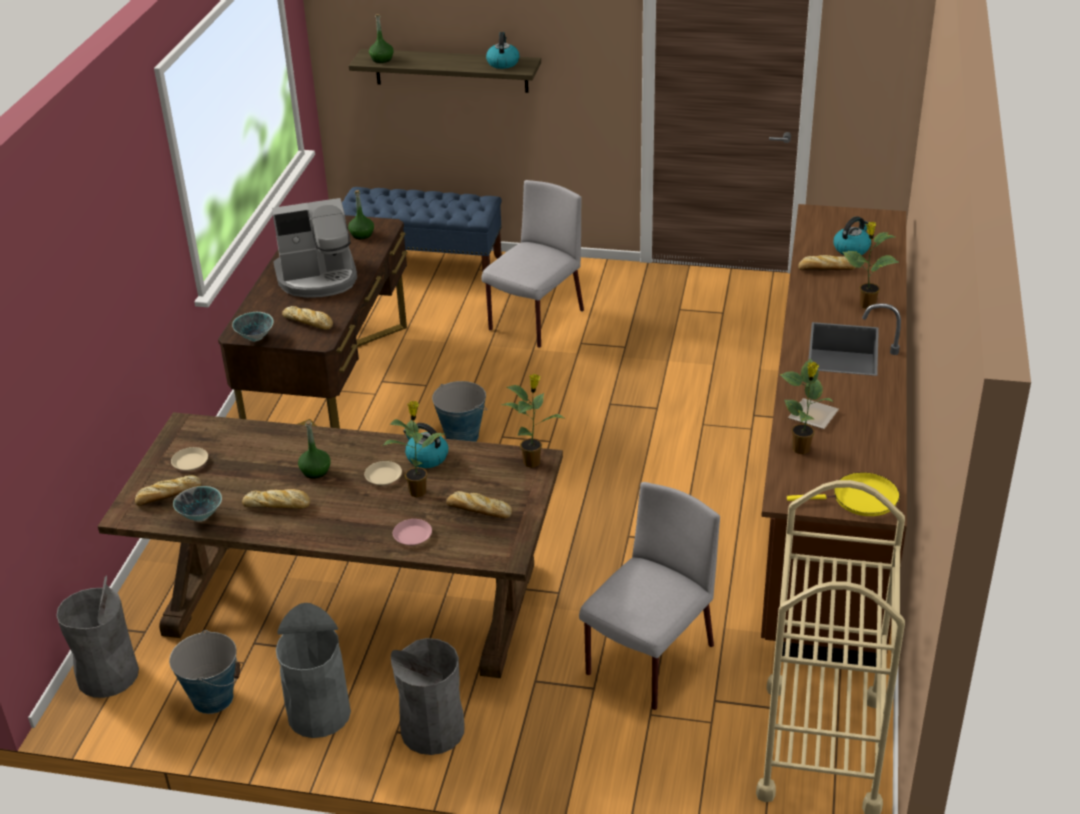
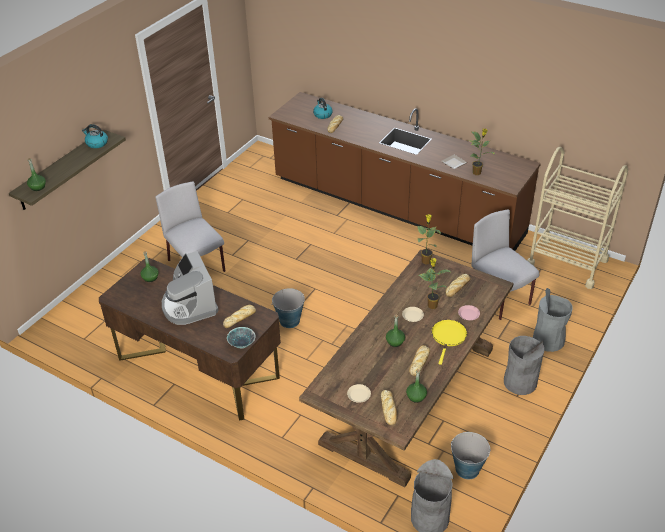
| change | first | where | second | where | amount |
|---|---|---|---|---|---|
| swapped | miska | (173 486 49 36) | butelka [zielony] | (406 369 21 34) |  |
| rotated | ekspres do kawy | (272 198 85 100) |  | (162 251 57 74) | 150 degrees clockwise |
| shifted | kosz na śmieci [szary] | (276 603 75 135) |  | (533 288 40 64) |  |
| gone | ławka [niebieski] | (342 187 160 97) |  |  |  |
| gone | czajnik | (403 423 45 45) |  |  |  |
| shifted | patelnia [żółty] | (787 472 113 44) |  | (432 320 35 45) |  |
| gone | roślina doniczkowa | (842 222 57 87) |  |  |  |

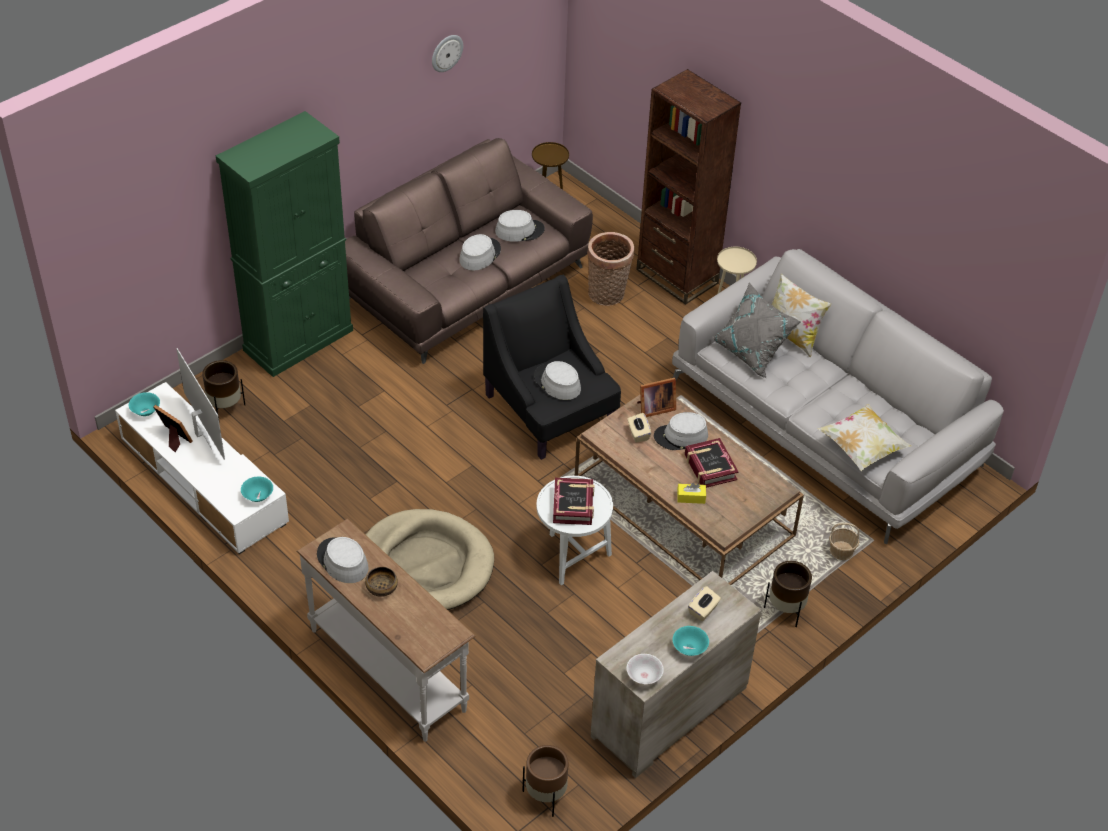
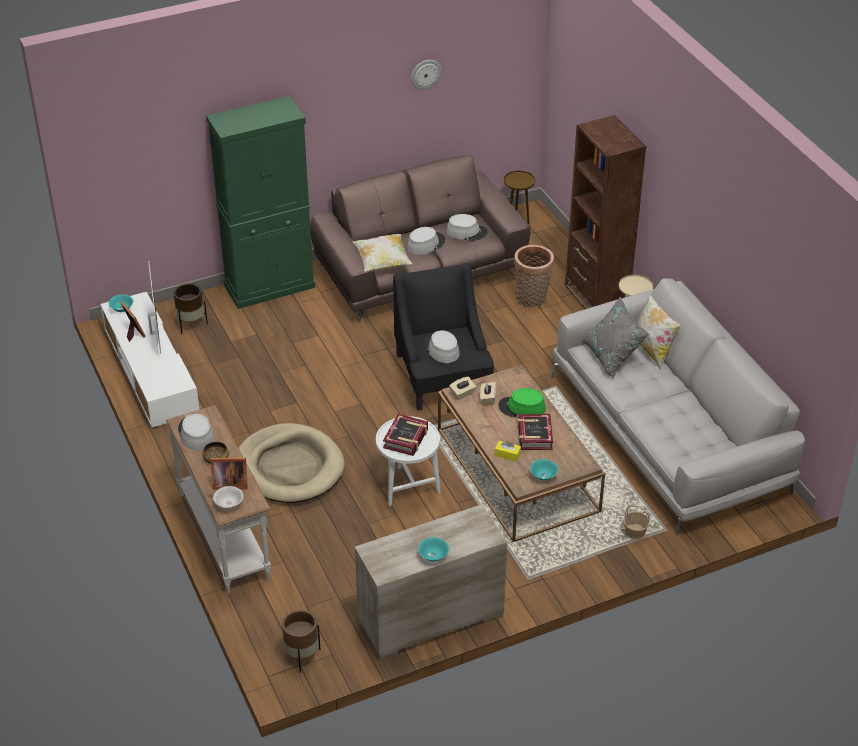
| change | first | where | second | where | amount |
|---|---|---|---|---|---|
| shifted | miska [turkusowy] | (241 476 32 26) |  | (530 459 28 22) |  |
| shifted | miska [biały] | (626 654 38 30) |  | (213 486 30 23) |  |
| shifted | ramka na zdjęcie | (637 378 39 39) |  | (210 458 38 31) |  |
| repainted | kapelusz [szary] | (654 412 54 38) | kapelusz [zielony] | (498 388 48 30) |  |
| shifted | pudełko chusteczek [beżowy] | (688 586 33 35) |  | (449 377 27 23) |  |
| gone | donica [brązowy] | (764 561 48 66) |  |  |  |
| shifted | poduszka | (818 404 93 67) |  | (352 234 61 38) |  |

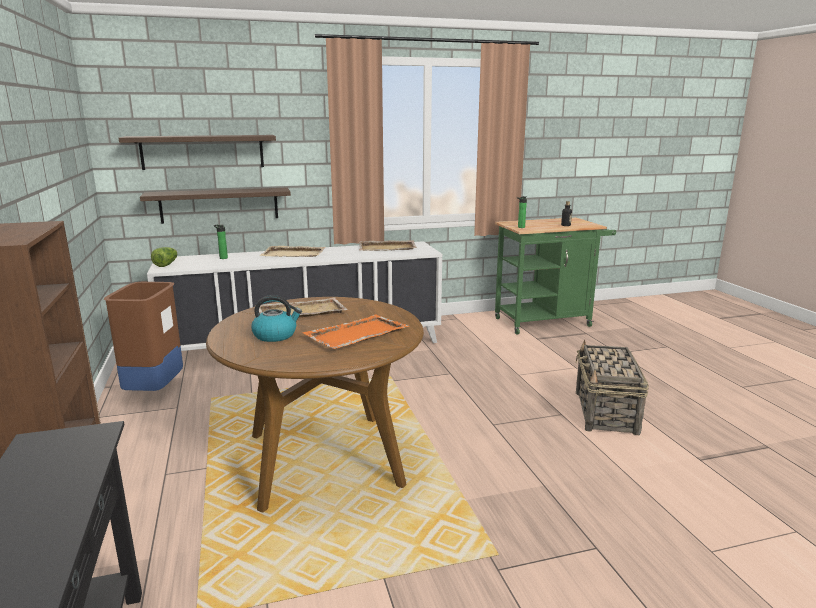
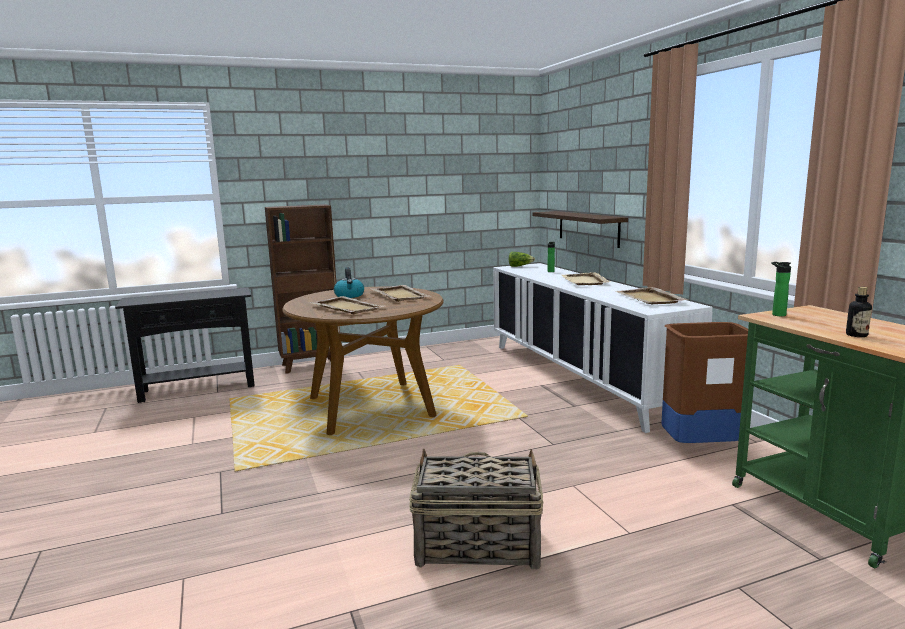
| change | first | where | second | where | amount |
|---|---|---|---|---|---|
| shifted | kosz na śmieci [brązowy] | (103 282 80 109) |  | (661 322 87 121) |  |
| gone | półka | (119 135 157 35) |  |  |  |
| repainted | taca [pomarańczowy] | (303 315 106 34) | taca [beżowy] | (309 296 75 18) |  |

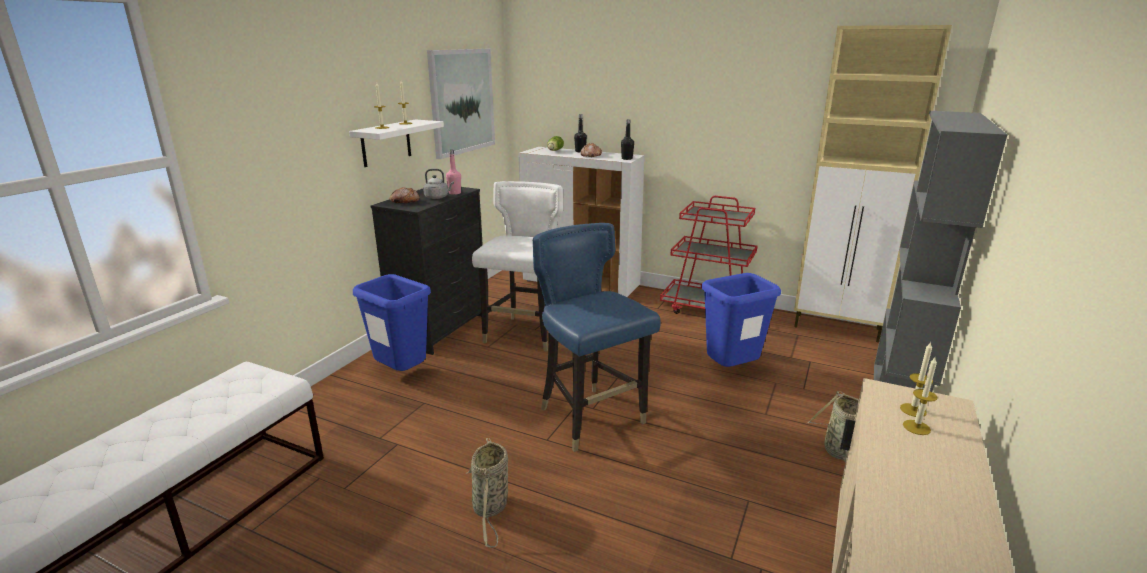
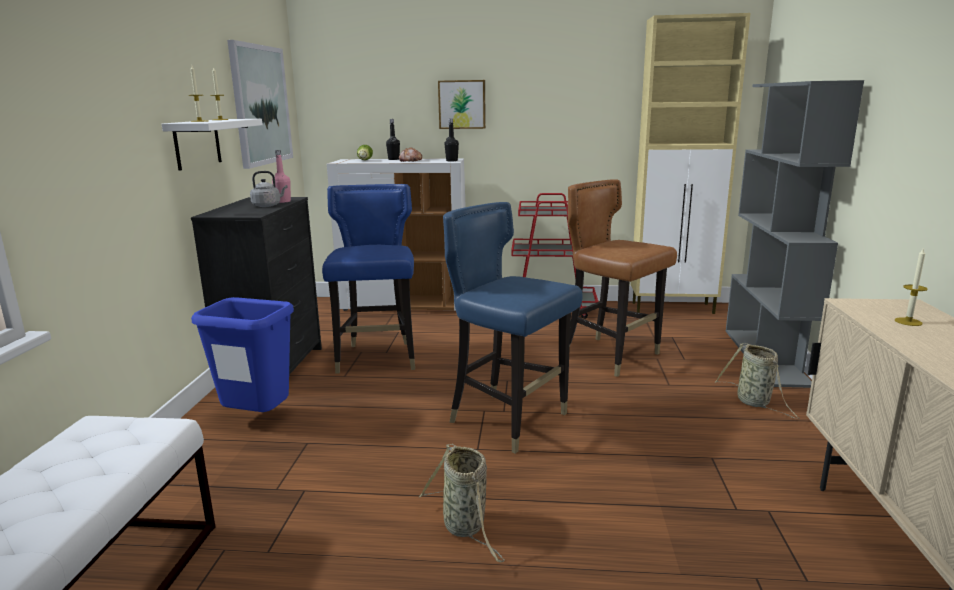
| change | first | where | second | where | amount |
|---|---|---|---|---|---|
| gone | chleb | (389 187 31 16) |  |  |  |
| repainted | krzesło [biały] | (472 181 91 171) | krzesło [niebieski] | (322 184 93 190) |  |
| swapped | kosz na śmieci [niebieski] | (702 273 79 94) | krzesło [brązowy] | (568 179 109 198) |  |
| gone | świeca | (900 342 33 75) |  |  |  |
| new |  |  | obraz | (438 80 48 49) |  |

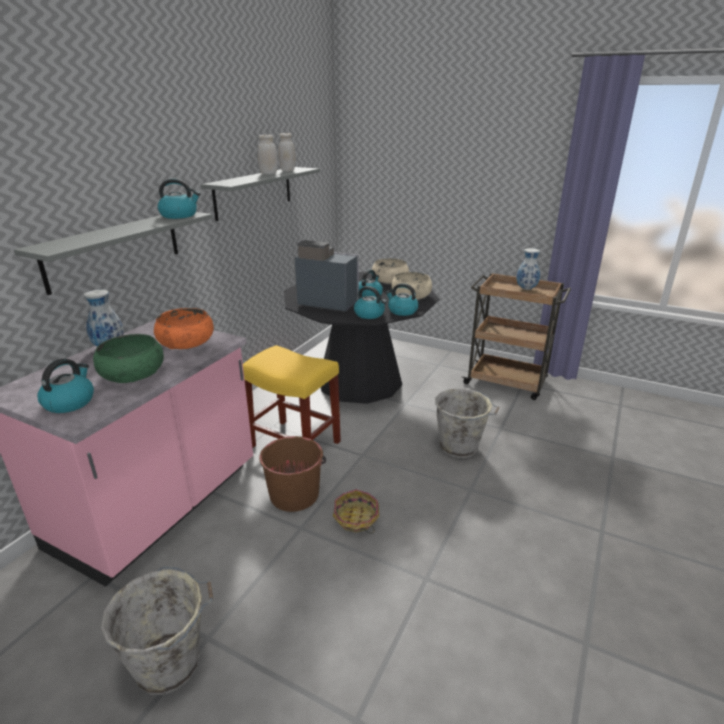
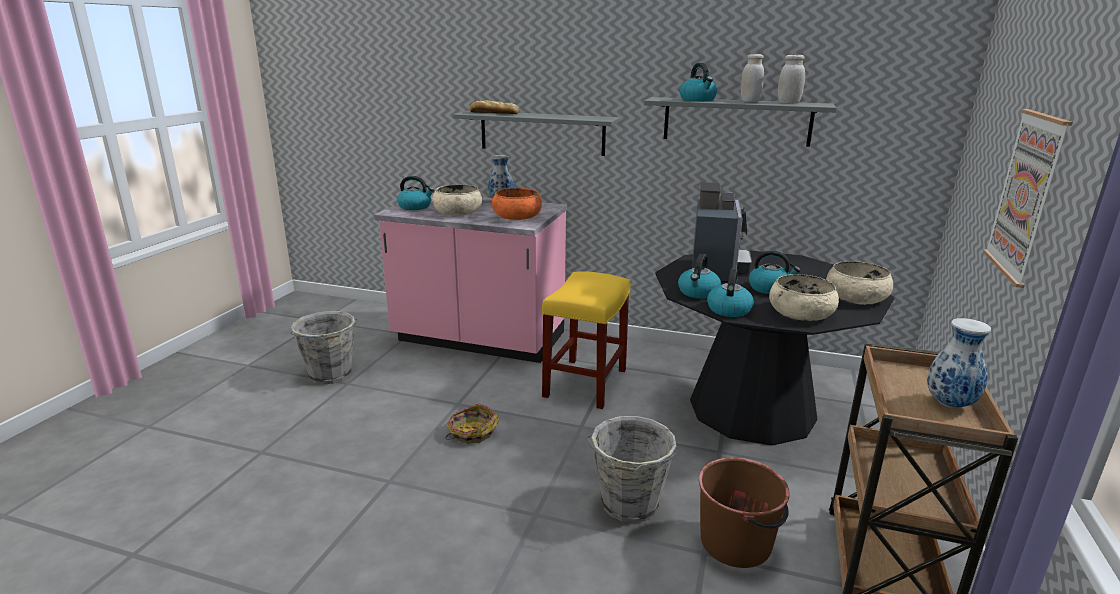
| change | first | where | second | where | amount |
|---|---|---|---|---|---|
| repainted | miska [zielony] | (93 334 71 49) | miska [beżowy] | (432 185 50 31) |  |
| shifted | czajnik | (157 178 43 41) |  | (680 63 37 38) |  |
| shifted | wiadro [brązowy] | (259 436 67 76) |  | (699 457 91 111) |  |
| new |  |  | chleb | (470 100 49 14) |  |
| new |  |  | obraz | (983 109 90 179) |  |

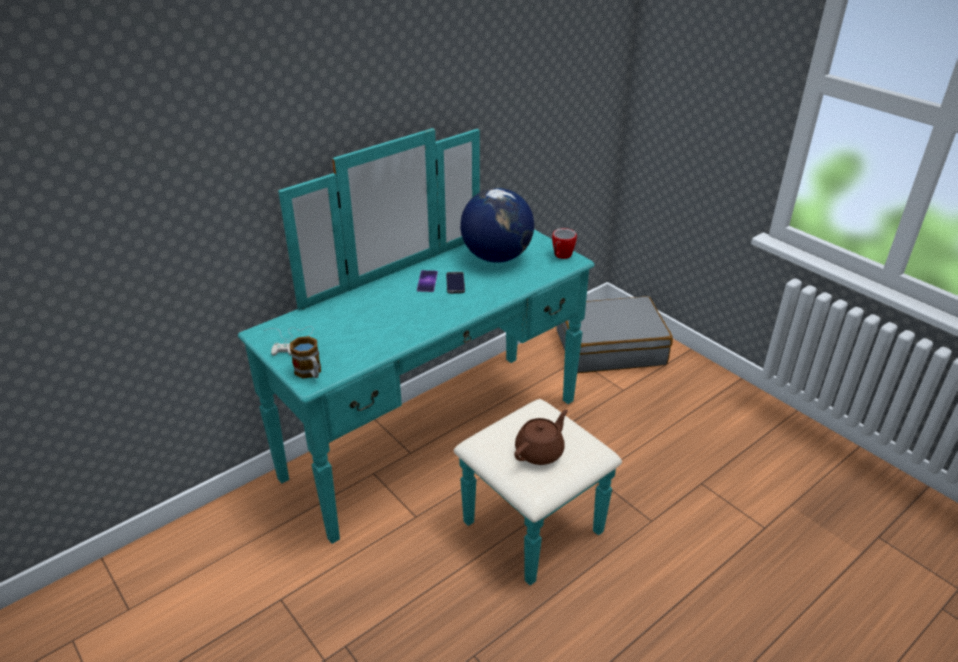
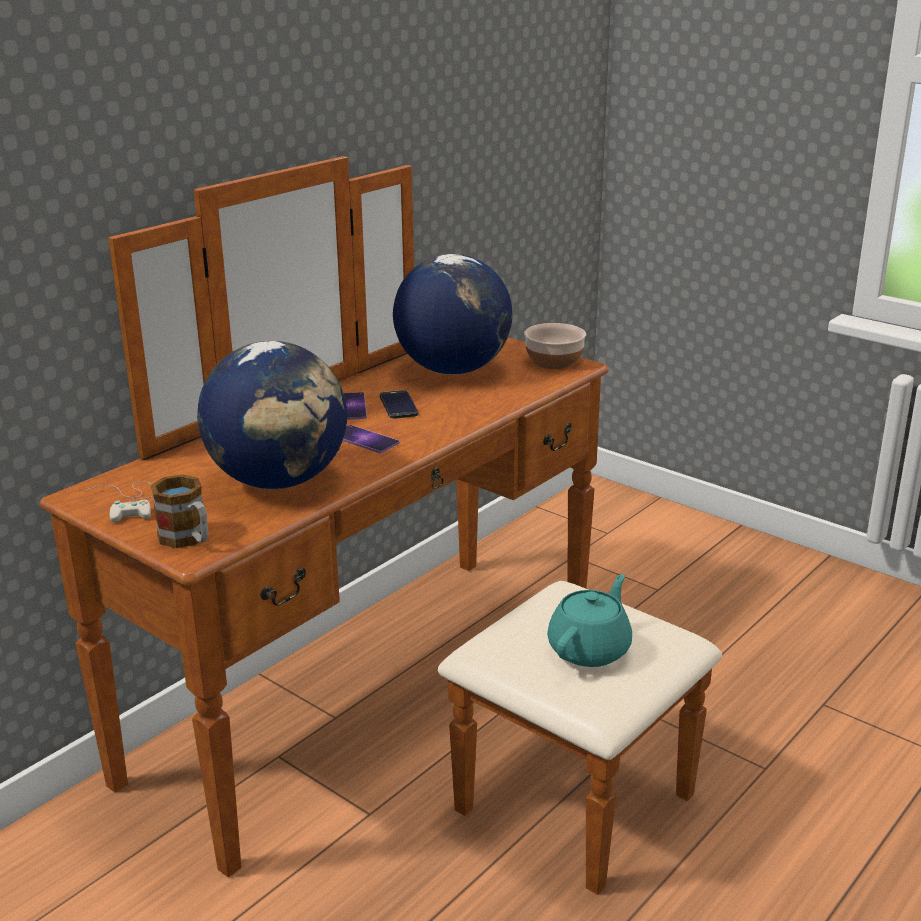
| change | first | where | second | where | amount |
|---|---|---|---|---|---|
| repainted | komoda [turkusowy] | (238 128 384 458) | komoda [brązowy] | (40 156 682 739) |  |
| repainted | imbryk [brązowy] | (514 409 54 56) | imbryk [turkusowy] | (547 574 85 93) |  |
| swapped | kubek | (552 228 25 31) | miska | (524 323 62 46) |  |
| gone | walizka [szary] | (557 296 116 77) |  |  |  |
| new |  |  | globus | (197 341 150 148) |  |
| new |  |  | telefon | (343 425 57 28) |  |

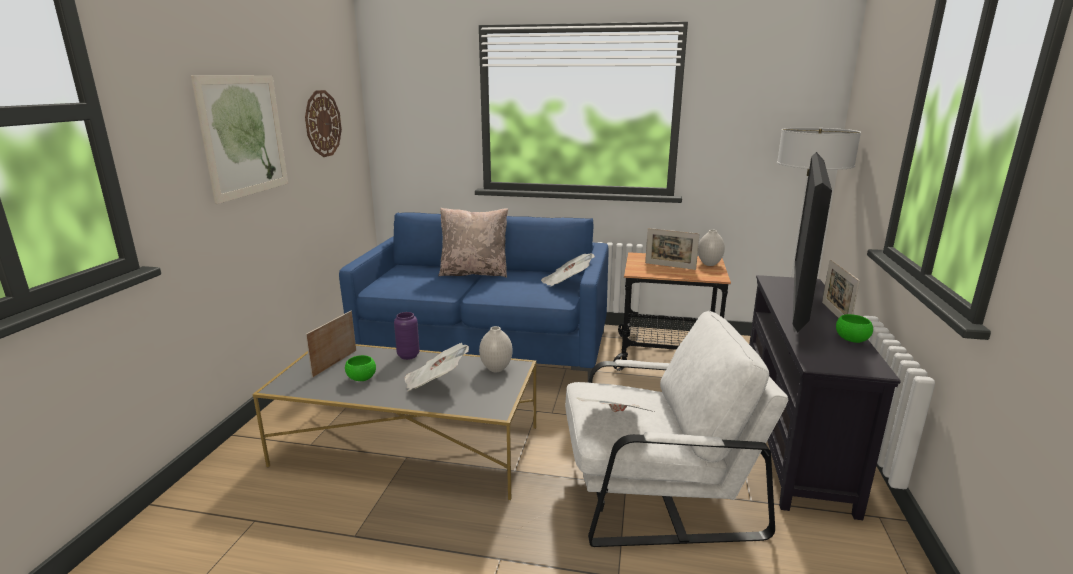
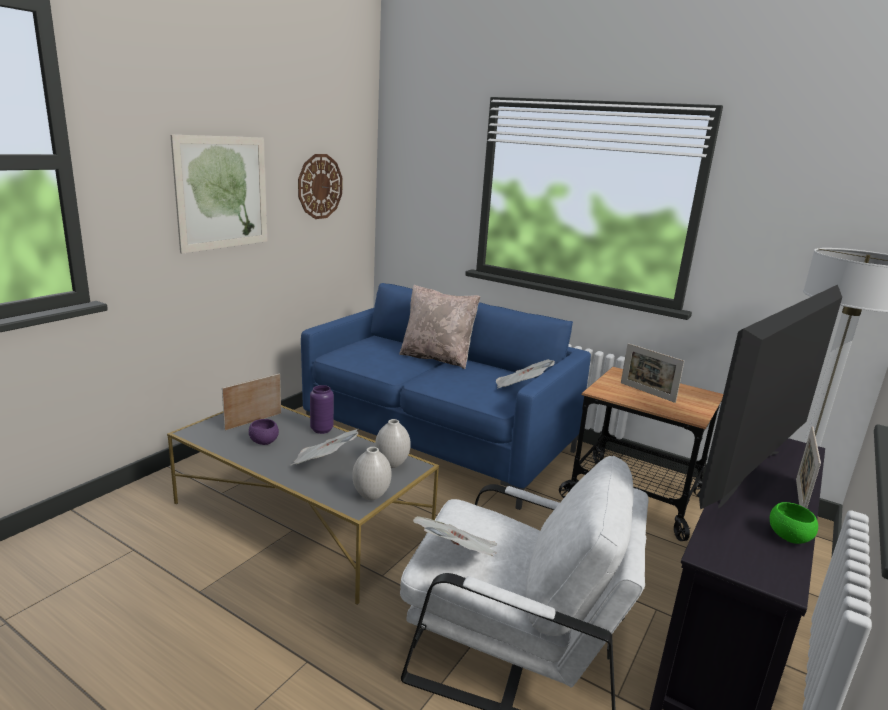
| change | first | where | second | where | amount |
|---|---|---|---|---|---|
| repainted | miska [zielony] | (345 355 31 26) | miska [fioletowy] | (249 419 30 26) |  |
| shifted | wazon [biały] | (698 230 27 36) |  | (352 447 40 53) |  |

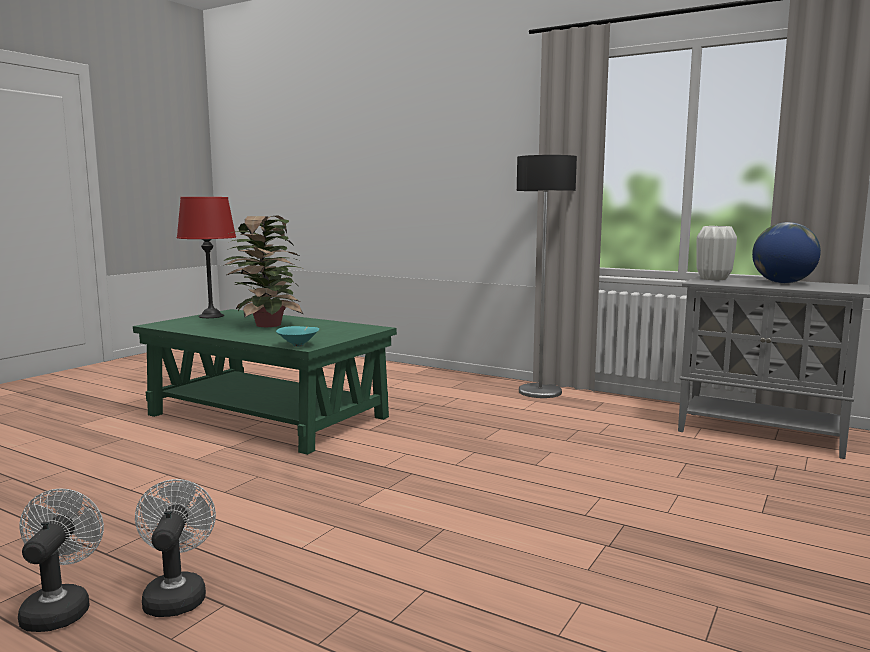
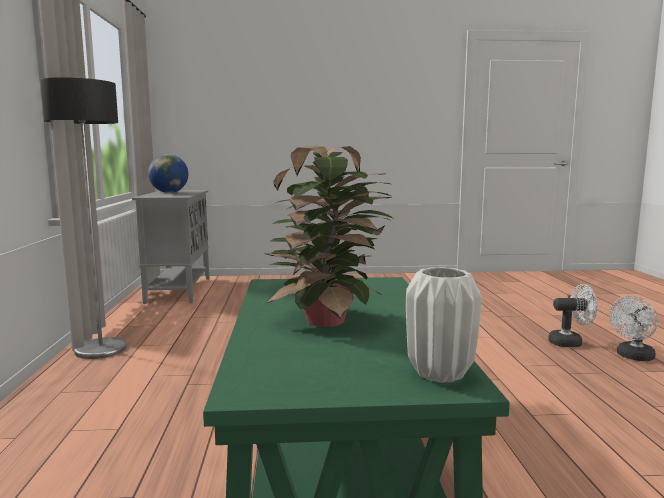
| change | first | where | second | where | amount |
|---|---|---|---|---|---|
| rotated | wentylator [biały] | (135 479 81 138) |  | (548 284 50 63) | 135 degrees counterclockwise |
| gone | lampa stołowa [czerwony] | (177 197 59 121) |  |  |  |
| gone | miska [turkusowy] | (276 326 43 21) |  |  |  |
| shifted | wazon [biały] | (696 226 41 54) |  | (406 267 76 116) |  |

